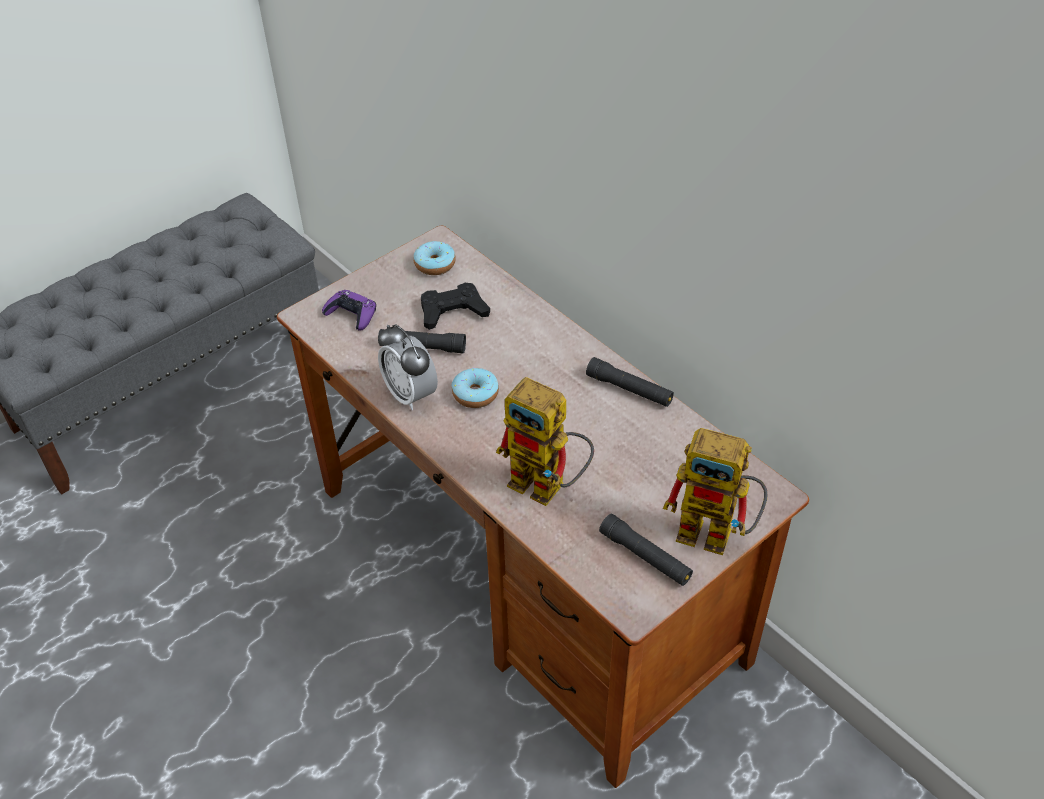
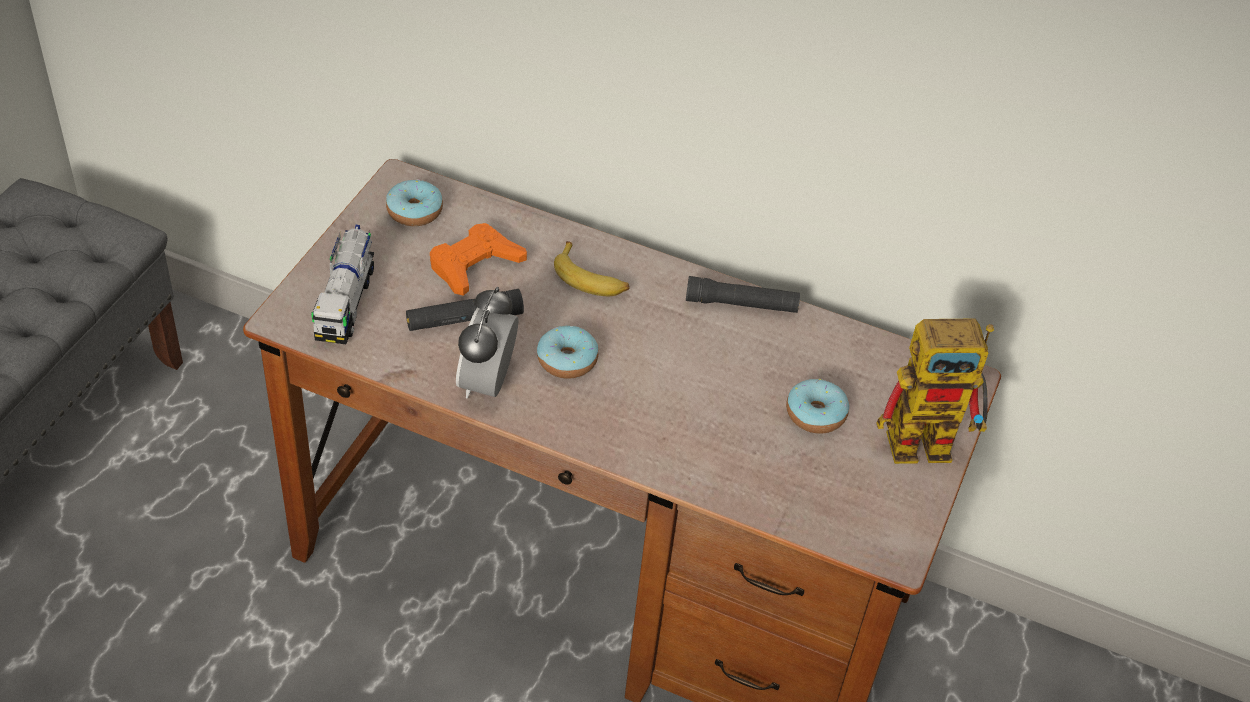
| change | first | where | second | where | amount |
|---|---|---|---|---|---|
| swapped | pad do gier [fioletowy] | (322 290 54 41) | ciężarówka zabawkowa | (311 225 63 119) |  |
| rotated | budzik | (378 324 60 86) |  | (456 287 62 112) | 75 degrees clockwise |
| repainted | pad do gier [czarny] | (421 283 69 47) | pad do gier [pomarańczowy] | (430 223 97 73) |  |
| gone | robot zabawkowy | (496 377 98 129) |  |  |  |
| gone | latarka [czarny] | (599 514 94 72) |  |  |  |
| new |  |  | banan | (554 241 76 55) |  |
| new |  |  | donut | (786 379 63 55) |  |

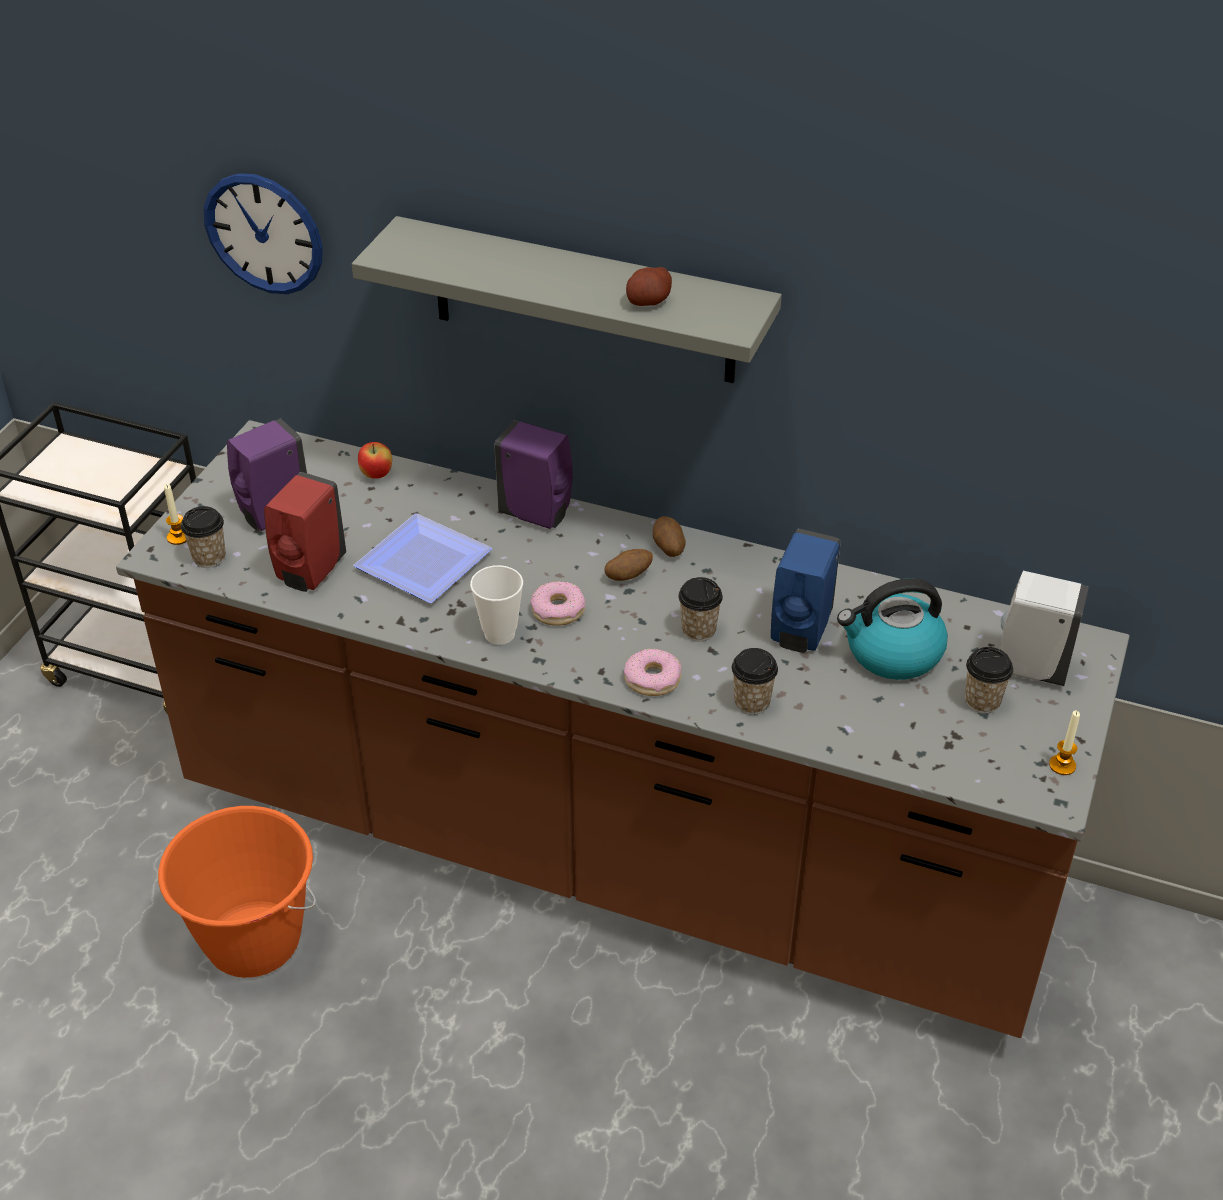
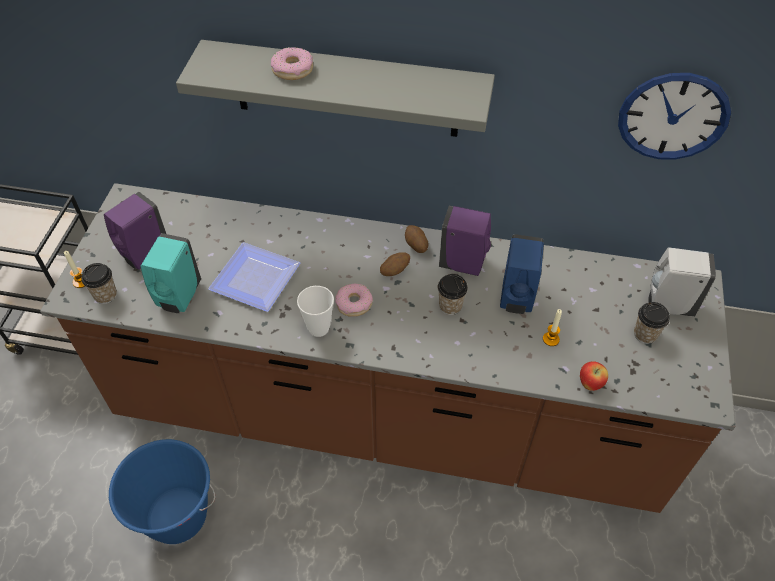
| change | first | where | second | where | amount |
|---|---|---|---|---|---|
| repainted | wiadro [pomarańczowy] | (158 806 158 172) | wiadro [niebieski] | (109 439 106 105) |  |
| shifted | zegar ścienny | (204 173 119 121) |  | (618 73 113 87) |  |
| repainted | dozownik mydła [czerwony] | (264 472 82 120) | dozownik mydła [turkusowy] | (140 233 61 80) |  |
| shifted | jabłko | (358 442 34 37) |  | (580 361 28 30) |  |
| shifted | dozownik mydła [fioletowy] | (494 420 79 109) |  | (439 206 52 70) |  |
| shifted | donut | (624 649 57 47) |  | (271 47 42 33) |  |
| gone | ziemniak | (626 267 46 39) |  |  |  |
| gone | filiżanka | (732 648 46 67) |  |  |  |
| gone | czajnik | (837 578 111 102) |  |  |  |
| shifted | świeca | (1049 710 31 65) |  | (543 309 19 37) |  |

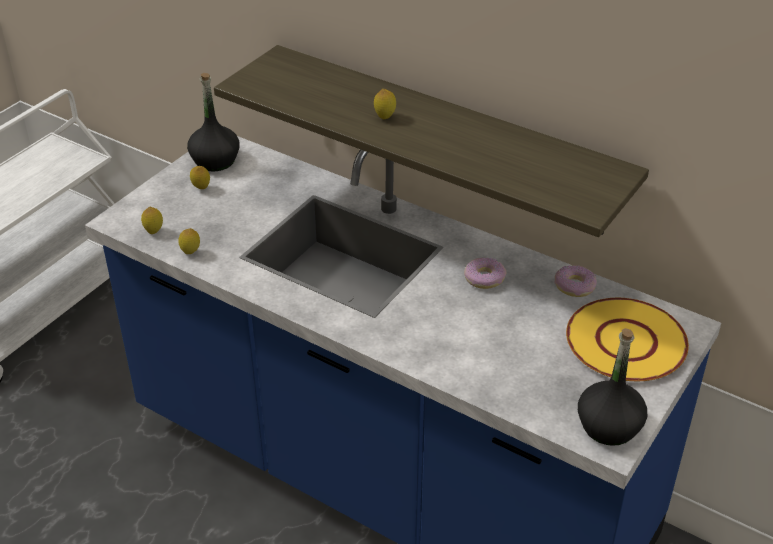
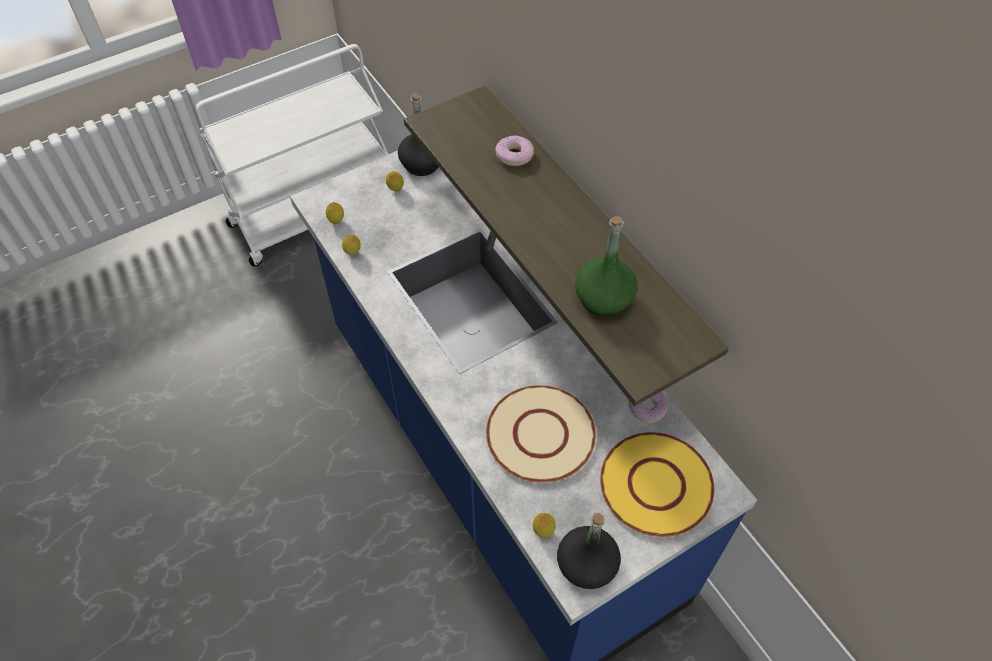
| change | first | where | second | where | amount |
|---|---|---|---|---|---|
| shifted | cytryna | (374 89 22 30) |  | (533 513 23 25) |  |
| shifted | donut | (464 258 42 31) |  | (495 135 39 31) |  |
| new |  |  | talerz [beżowy] | (486 385 110 98) |  |
| new |  |  | butelka [zielony] | (575 216 63 100) |  |

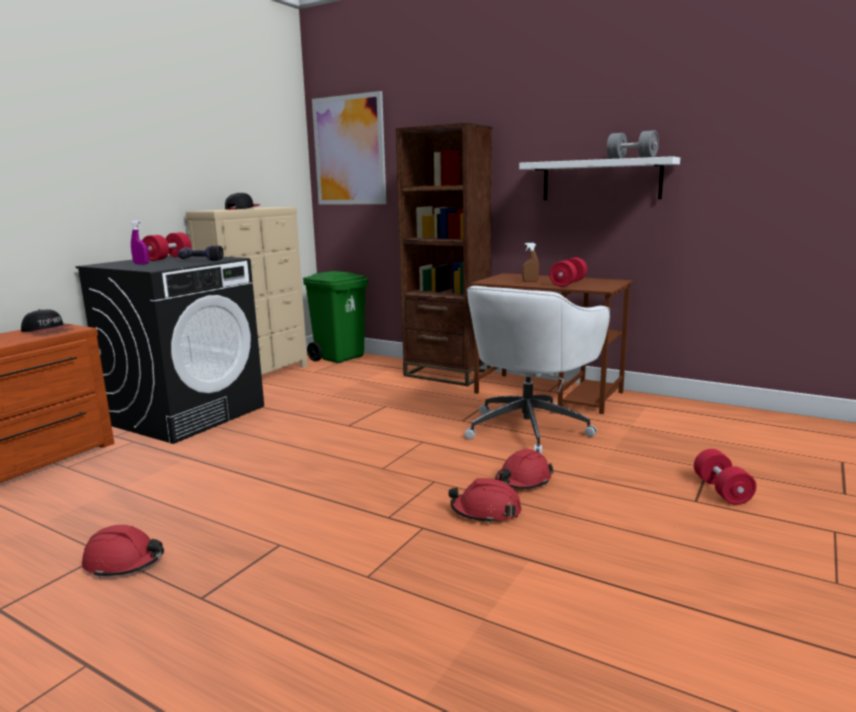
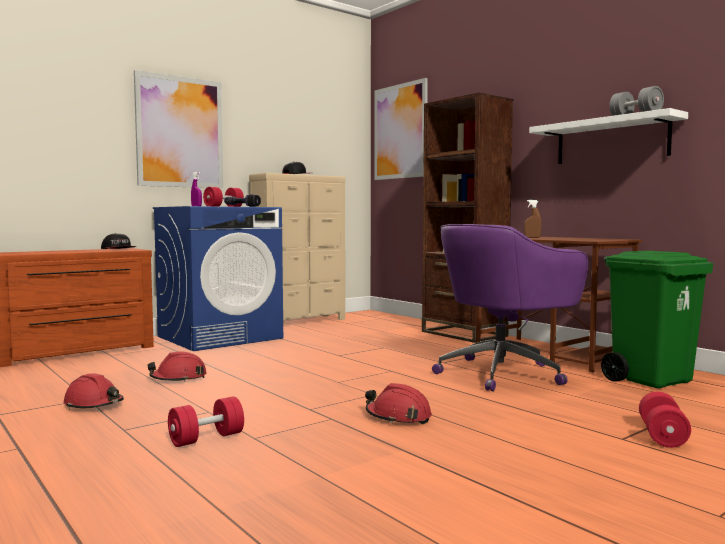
| change | first | where | second | where | amount |
|---|---|---|---|---|---|
| repainted | pralka [czarny] | (76 255 188 189) | pralka [niebieski] | (153 206 130 145) |  |
| shifted | kosz na śmieci [zielony] | (303 271 65 92) |  | (601 251 112 137) |  |
| repainted | krzesło biurowe [biały] | (464 286 146 169) | krzesło biurowe [fioletowy] | (432 224 156 167) |  |
| shifted | kask [czerwony] | (495 449 59 40) |  | (147 352 60 30) |  |
| shifted | hantel [czerwony] | (549 257 38 30) |  | (168 396 76 51) |  |
| new |  |  | obraz | (134 70 89 118) |  |

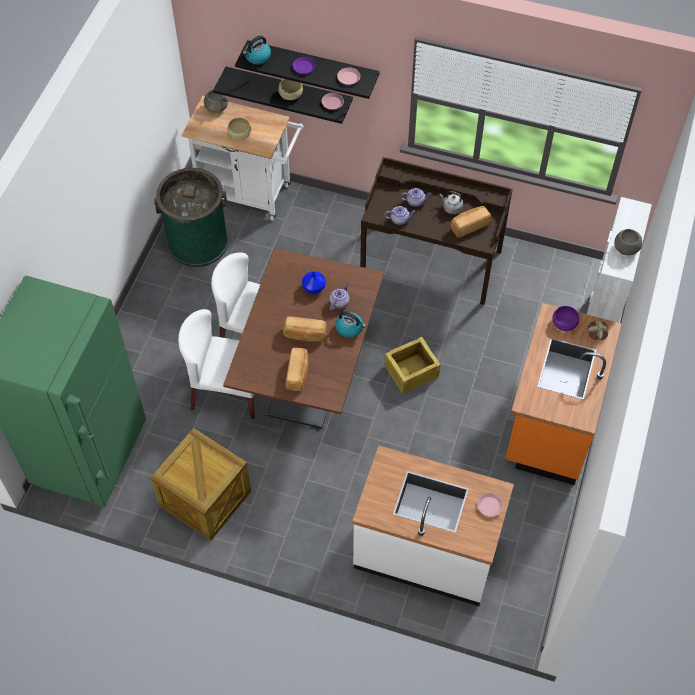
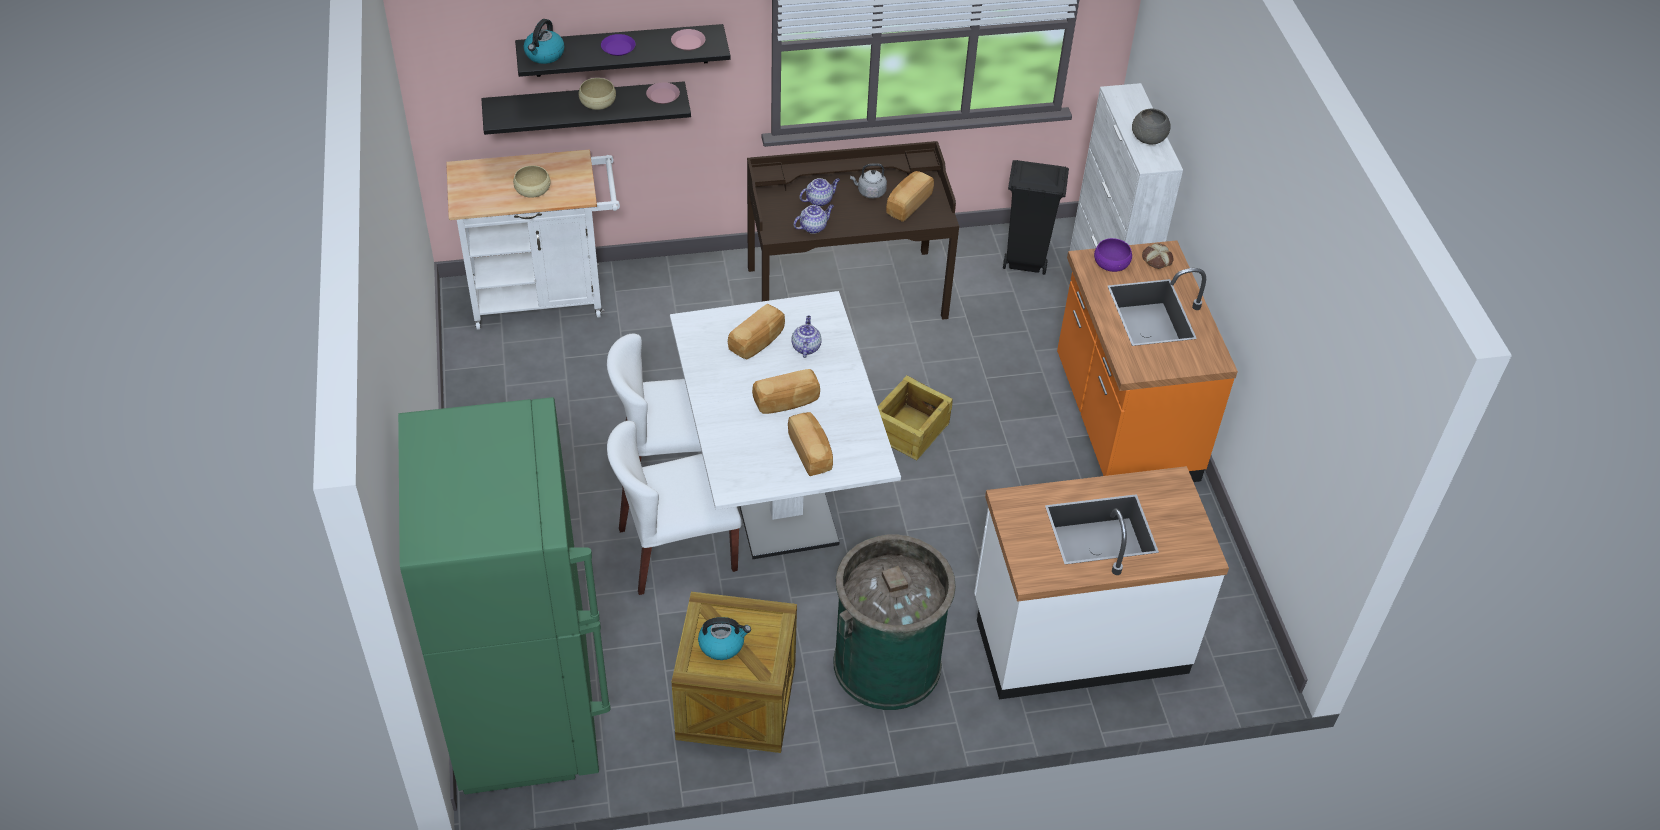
| change | first | where | second | where | amount |
|---|---|---|---|---|---|
| shifted | kosz na śmieci [zielony] | (154 168 74 99) |  | (833 535 123 175) |  |
| gone | miska [szary] | (204 90 24 23) |  |  |  |
| repainted | stół jadalny [brązowy] | (223 248 161 181) | stół jadalny [biały] | (670 291 231 268) |  |
| swapped | wazon [niebieski] | (302 271 24 23) | chleb | (728 304 57 55) |  |
| shifted | czajnik | (336 311 30 27) |  | (698 617 53 43) |  |
| gone | talerz [różowy] | (477 493 26 24) |  |  |  |
| new |  |  | kosz na śmieci [czarny] | (1003 160 66 115) |  |

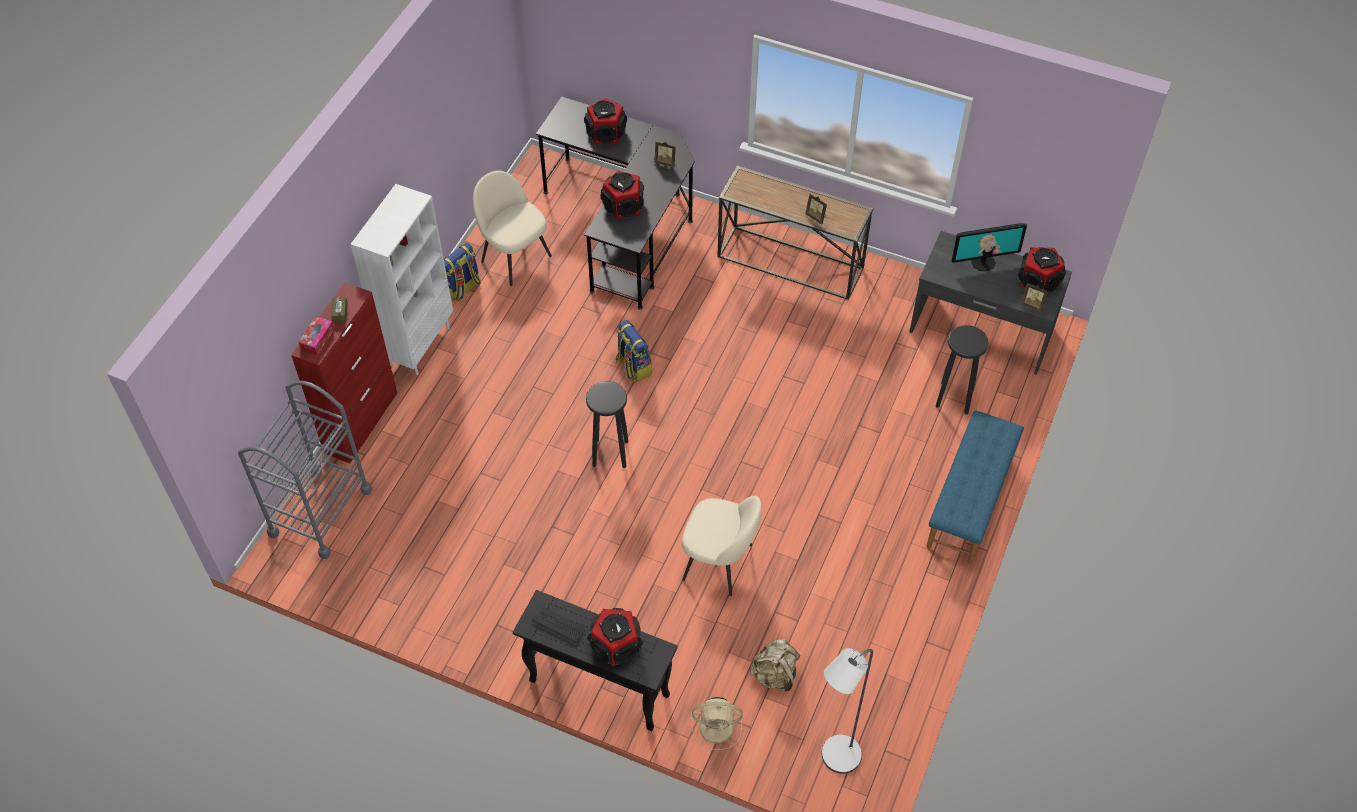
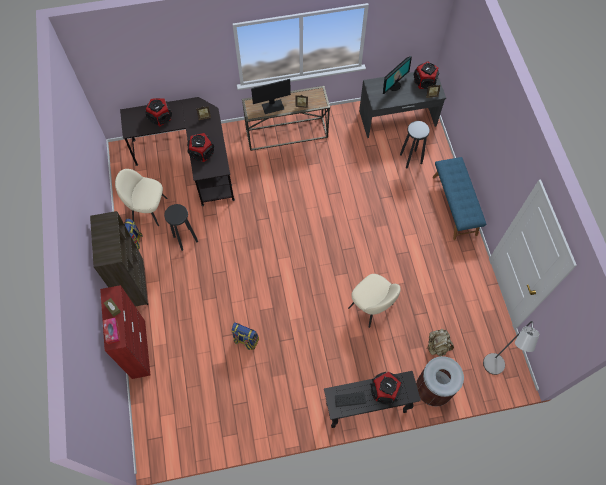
| change | first | where | second | where | amount |
|---|---|---|---|---|---|
| gone | wózek [szary] | (238 381 134 178) |  |  |  |
| repainted | regał [biały] | (351 184 102 191) | regał [brązowy] | (90 211 58 95) |  |
| shifted | stołek [czarny] | (586 381 42 87) |  | (164 204 34 47) |  |
| shifted | plecak | (616 320 36 62) |  | (231 322 28 28) |  |
| rotated | krzesło [beżowy] | (682 496 80 100) |  | (348 274 53 54) | 60 degrees clockwise |
| swapped | wentylator [beżowy] | (691 697 52 53) | kosz na śmieci [brązowy] | (416 356 48 50) |  |
| new |  |  | monitor | (251 79 40 35) |  |

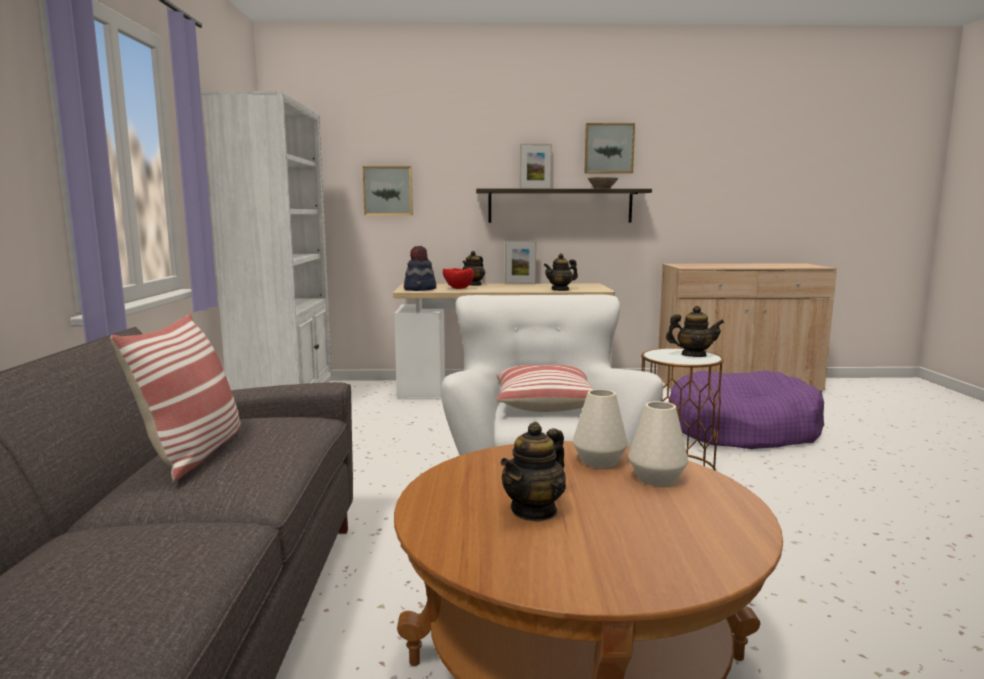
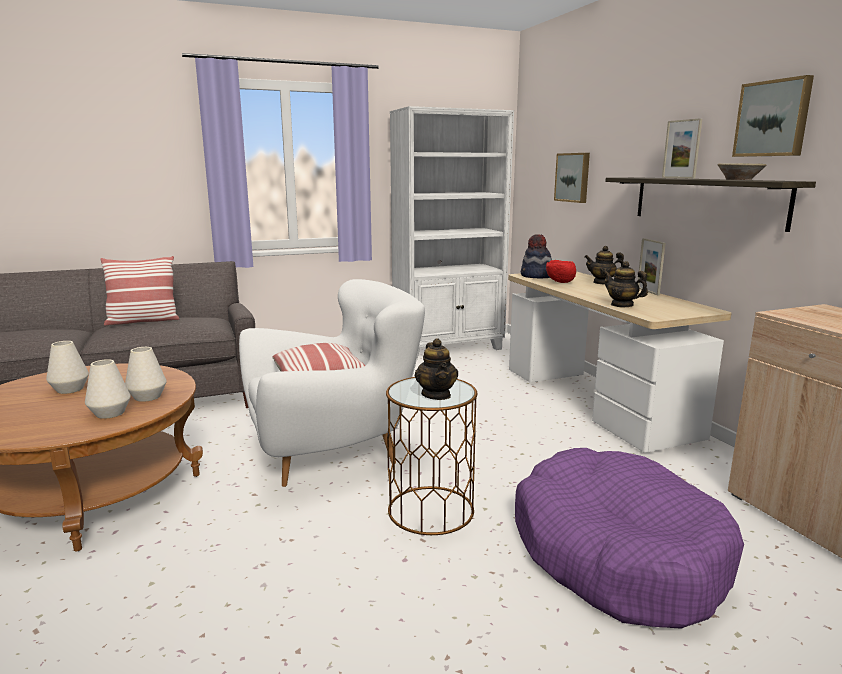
| change | first | where | second | where | amount |
|---|---|---|---|---|---|
| swapped | imbryk | (501 422 65 100) | wazon [biały] | (46 341 43 53) |  |

